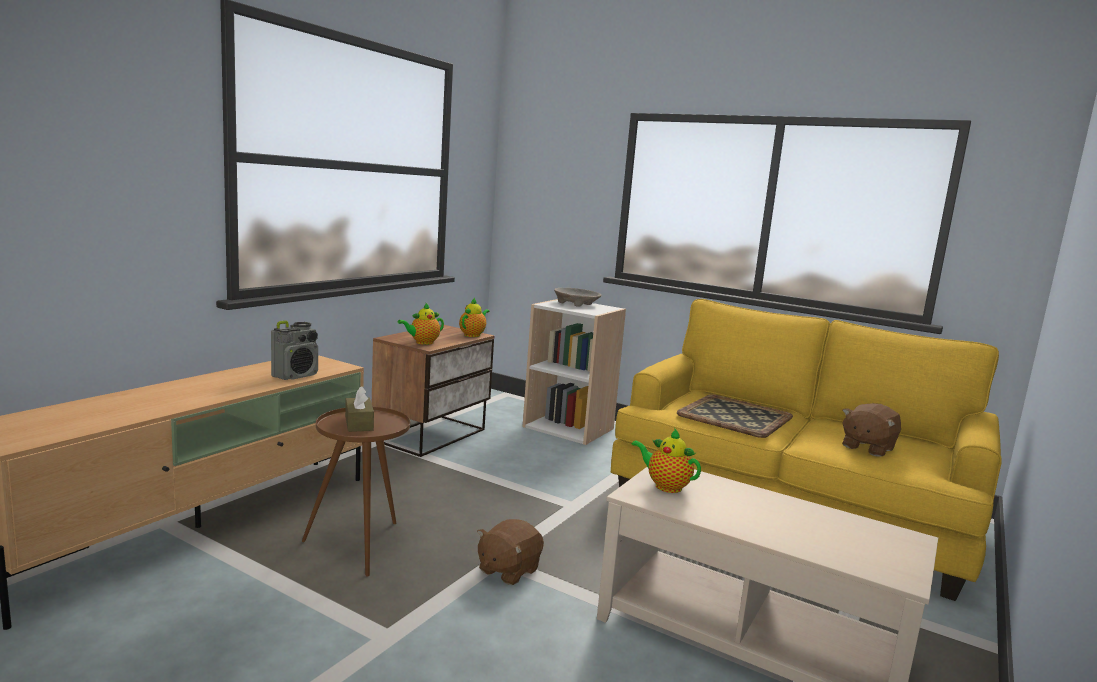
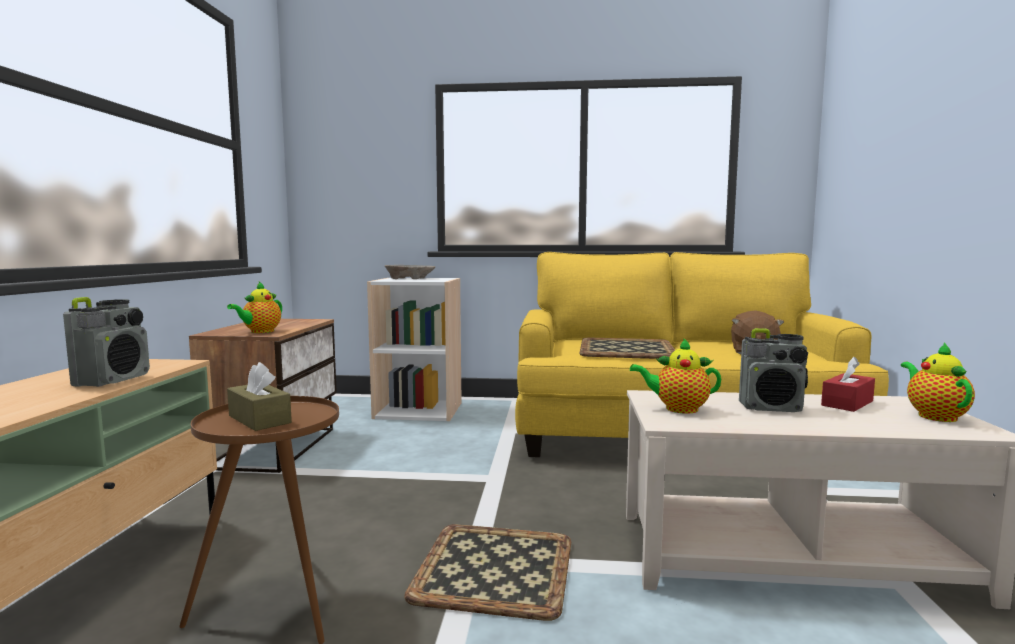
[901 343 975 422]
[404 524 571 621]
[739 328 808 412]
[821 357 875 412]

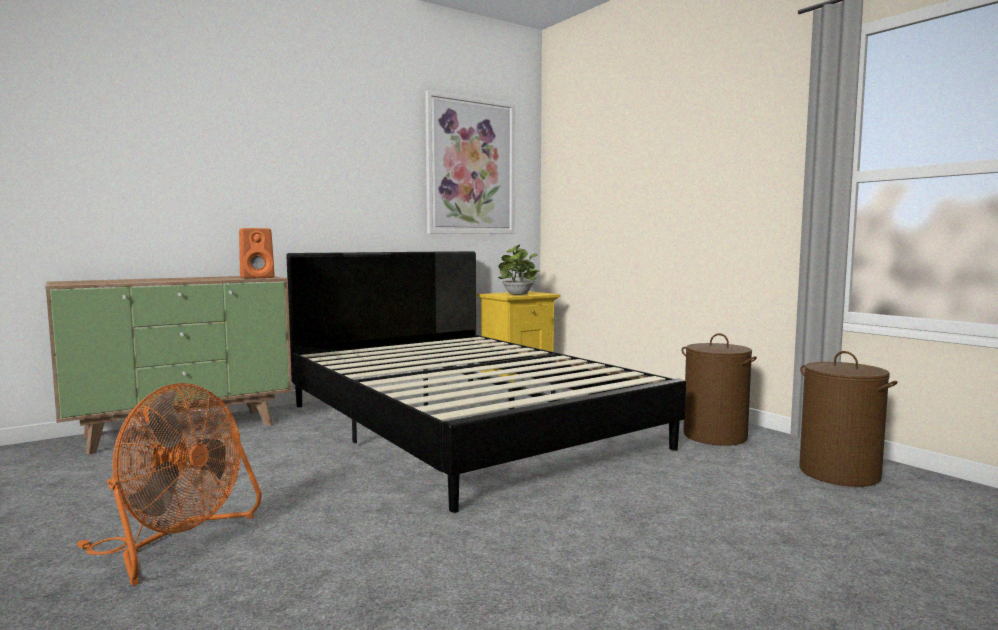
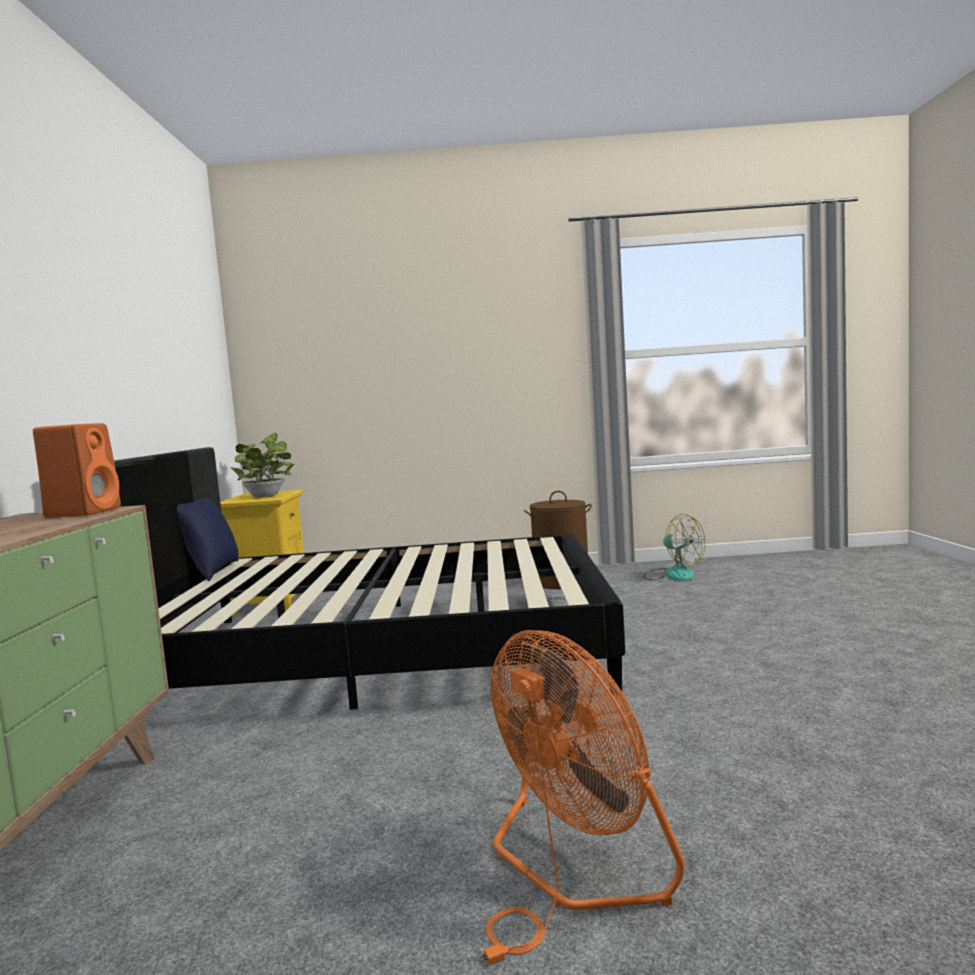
[425 91 515 234] (first image)
[643 514 705 581]
[177 497 238 581]

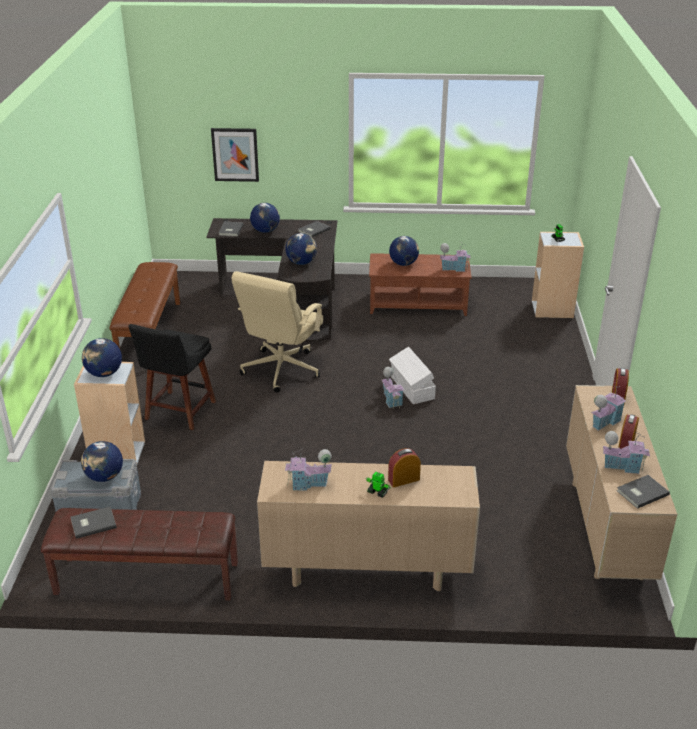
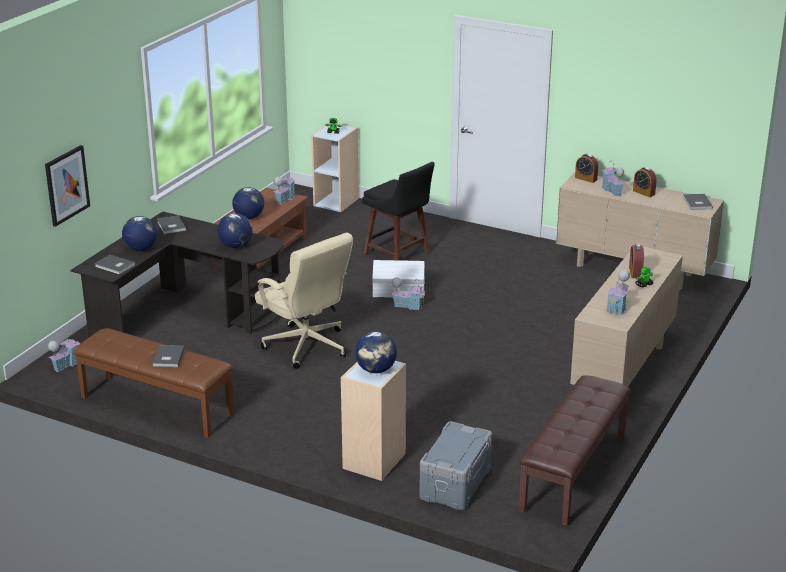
[362 162 435 260]
[48 332 80 372]
[81 441 123 482] (first image)
[152 345 185 367]

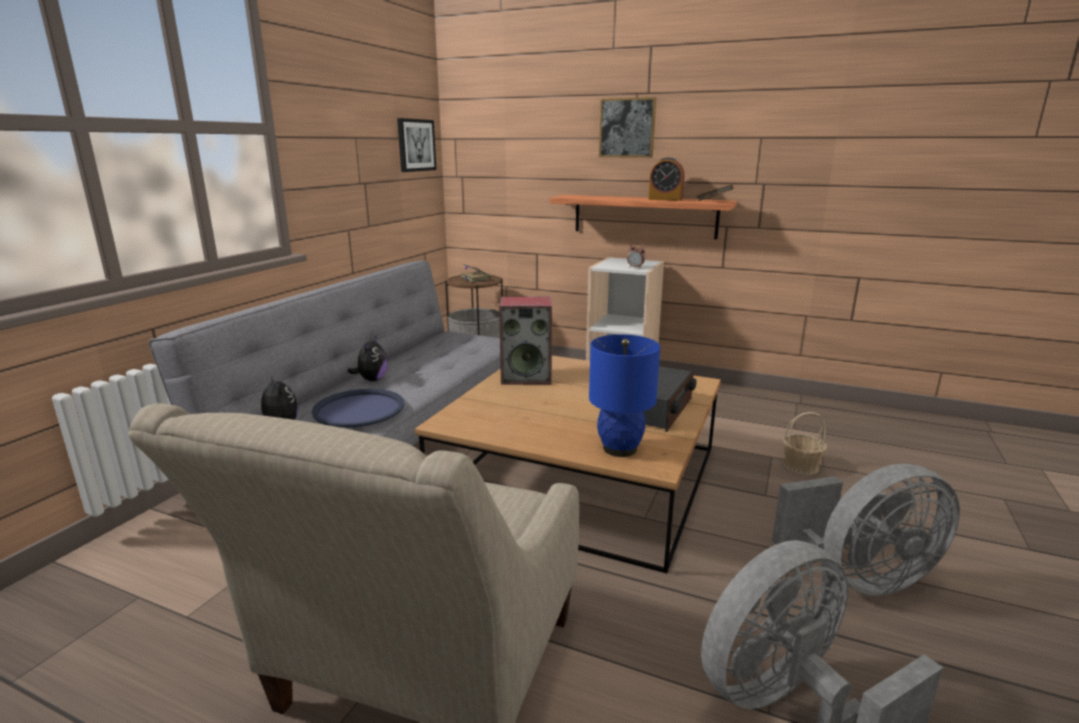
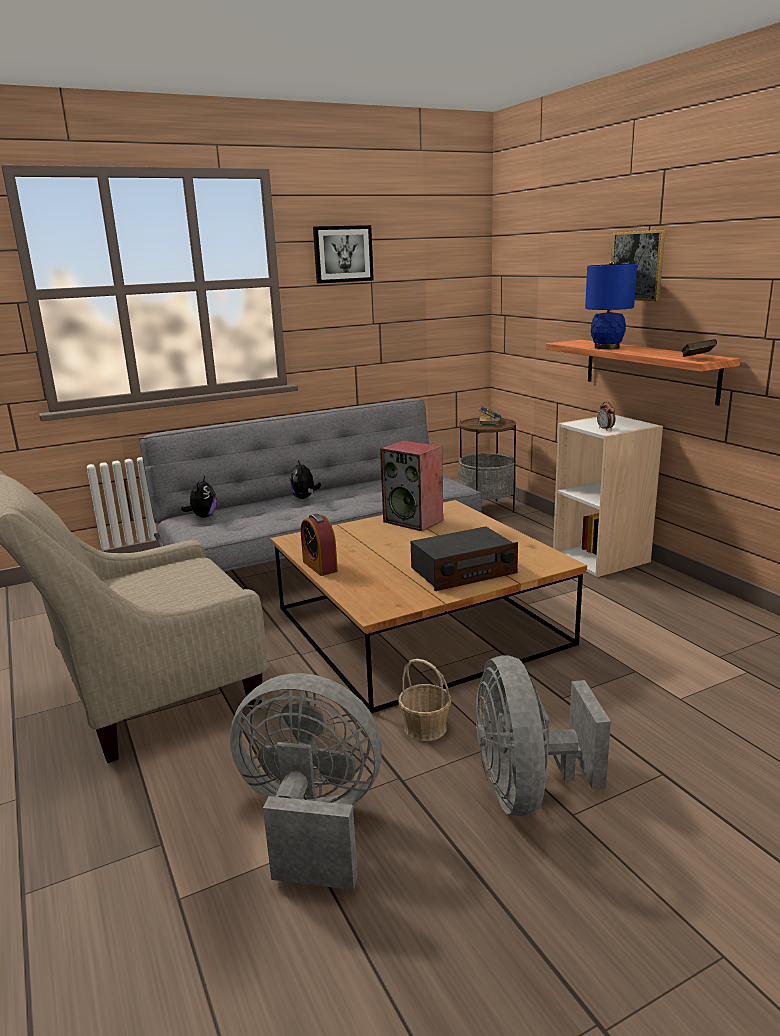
[313 225 374 284]
[301 514 338 576]
[585 261 637 349]
[290 460 321 499]
[312 389 404 428] (first image)
[399 659 451 741]
[476 655 611 816]

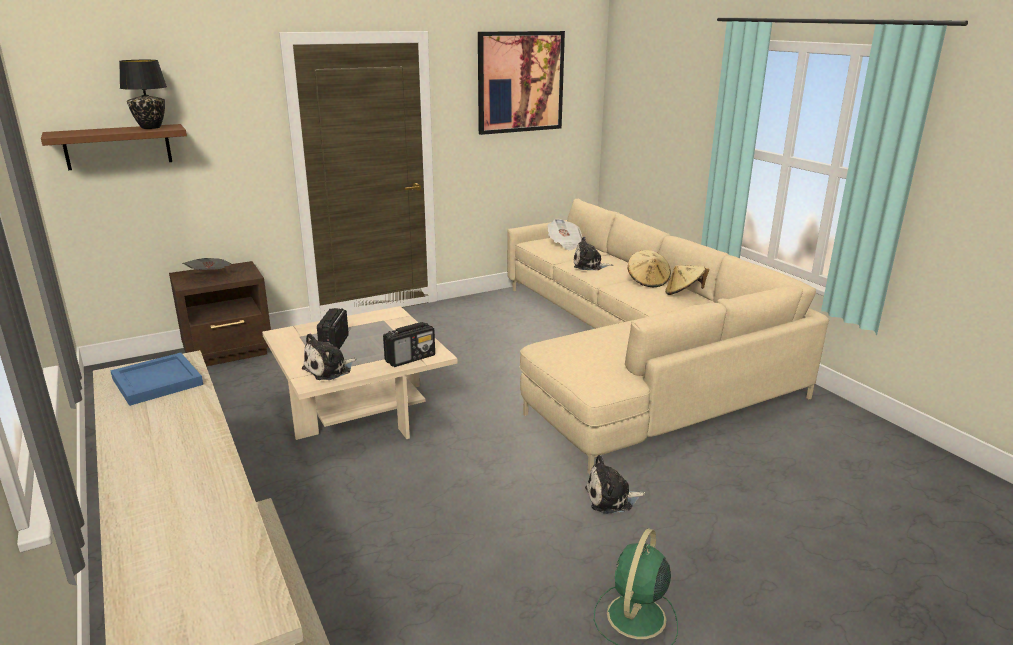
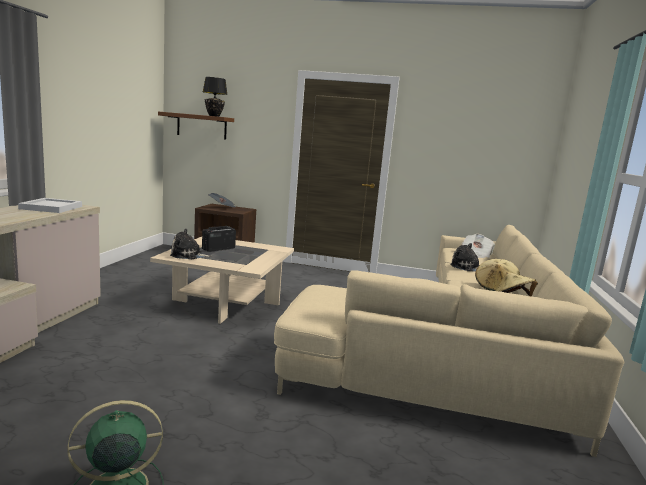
[478 31 565 135] (first image)
[383 322 435 367] (first image)
[18 198 82 213]
[585 455 645 514] (first image)

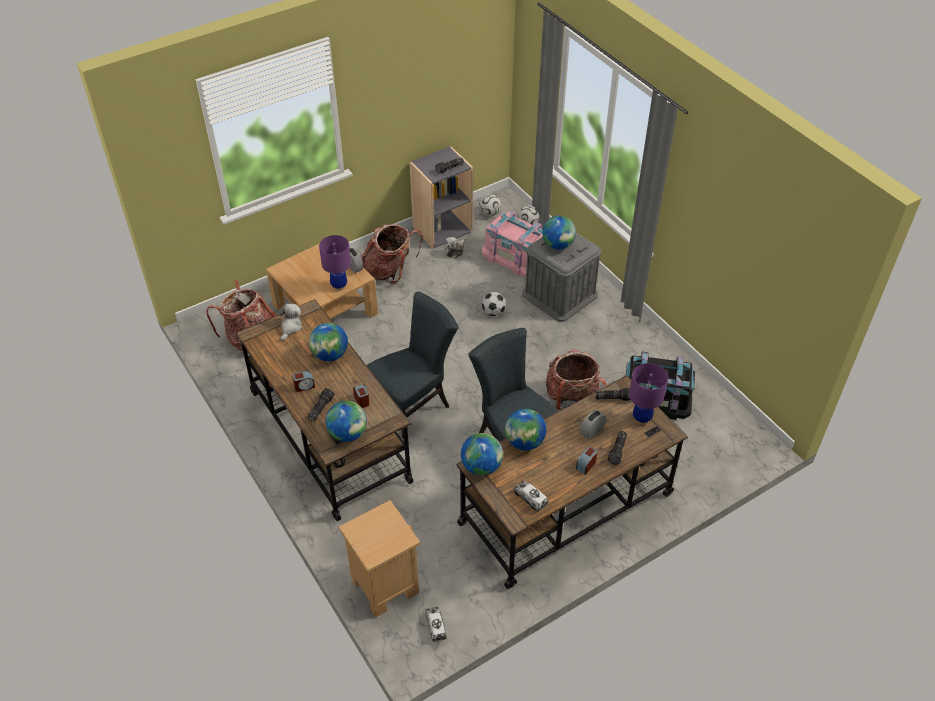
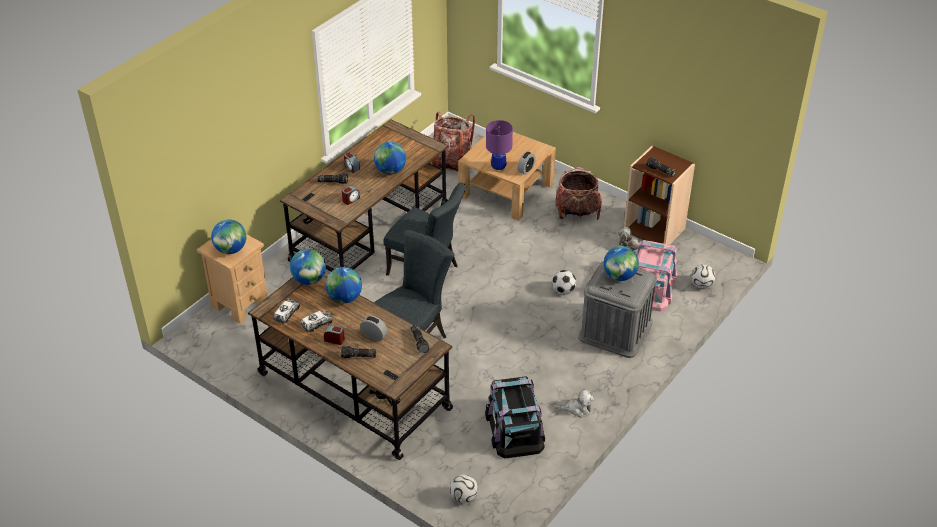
[624 146 695 245]
[450 475 478 504]
[557 389 594 418]
[546 348 607 409] (first image)
[629 363 668 425] (first image)
[211 219 246 254]
[301 311 333 333]

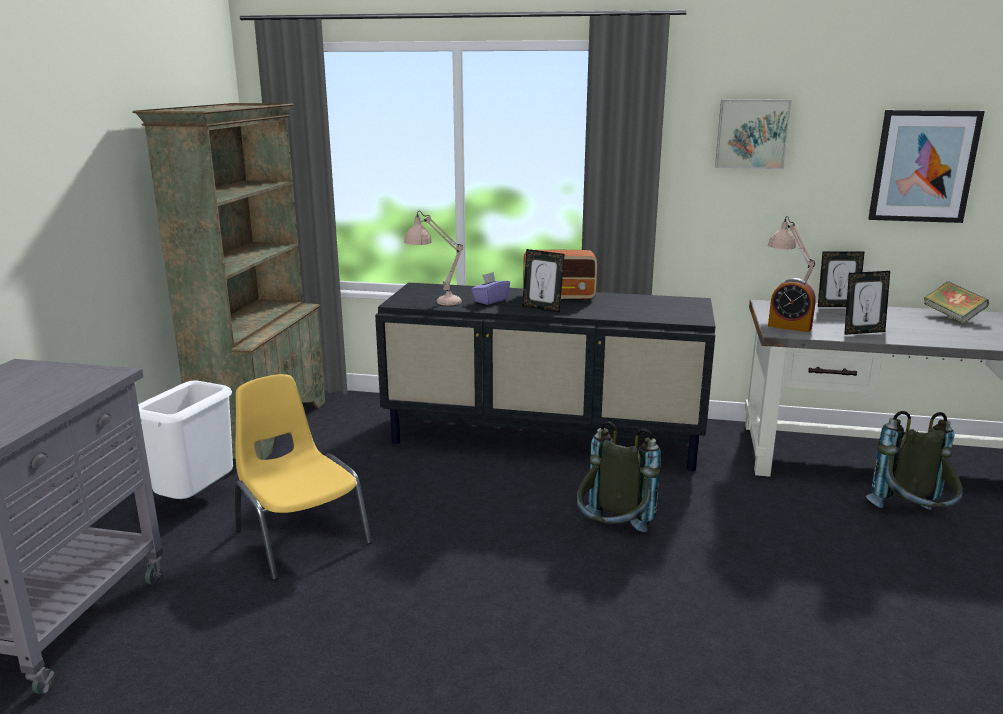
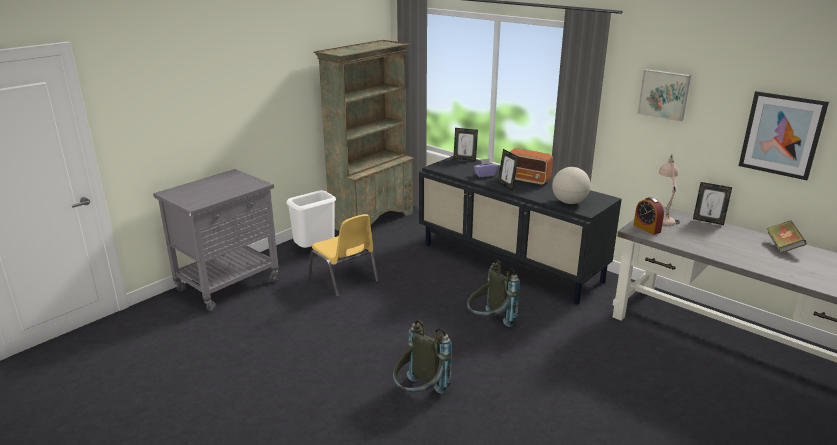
[404 211 463 305] (first image)
[453 128 478 161]
[308 214 379 297]
[393 320 452 394]
[552 167 591 204]

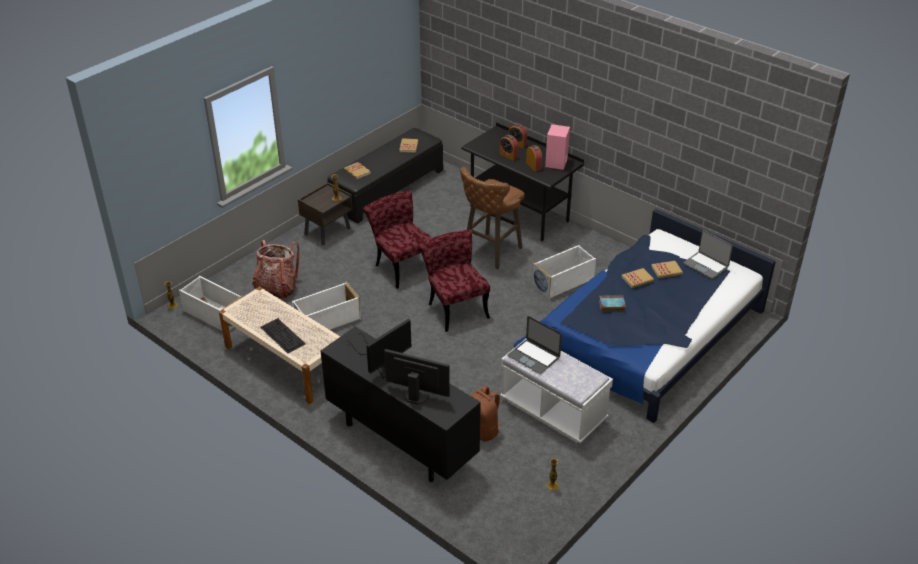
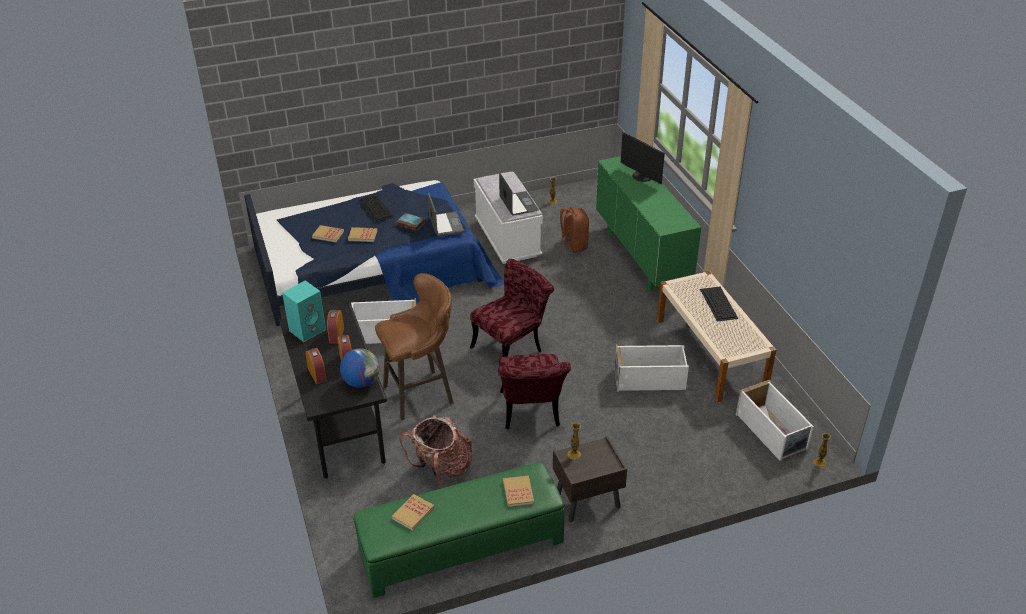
[282 280 326 342]
[354 462 565 598]
[470 259 554 357]
[428 193 464 237]
[400 415 472 488]
[347 319 412 378] (first image)
[596 156 701 291]
[358 194 394 222]
[340 348 380 388]

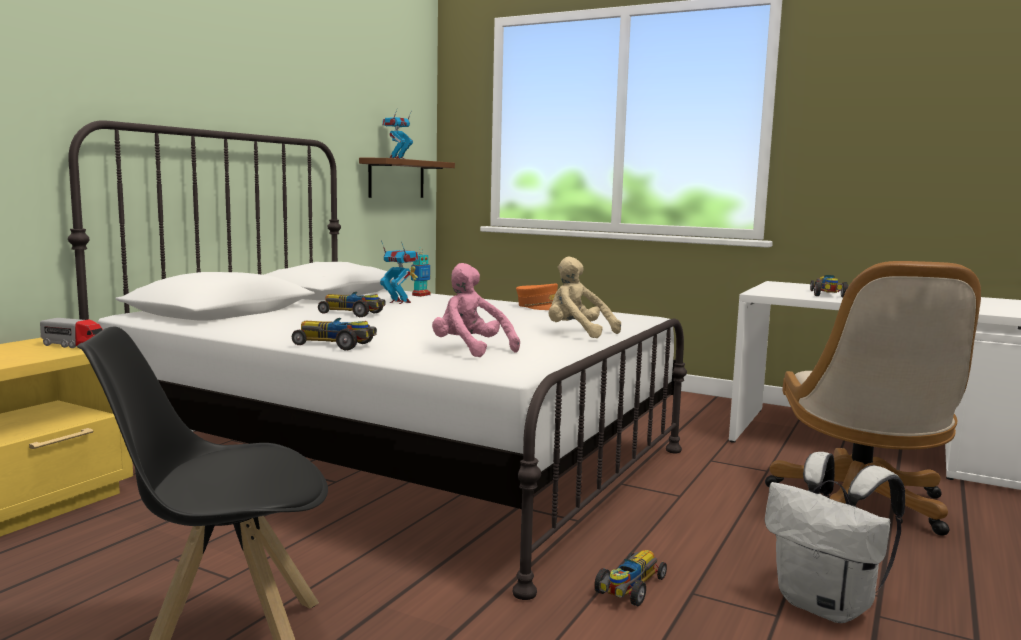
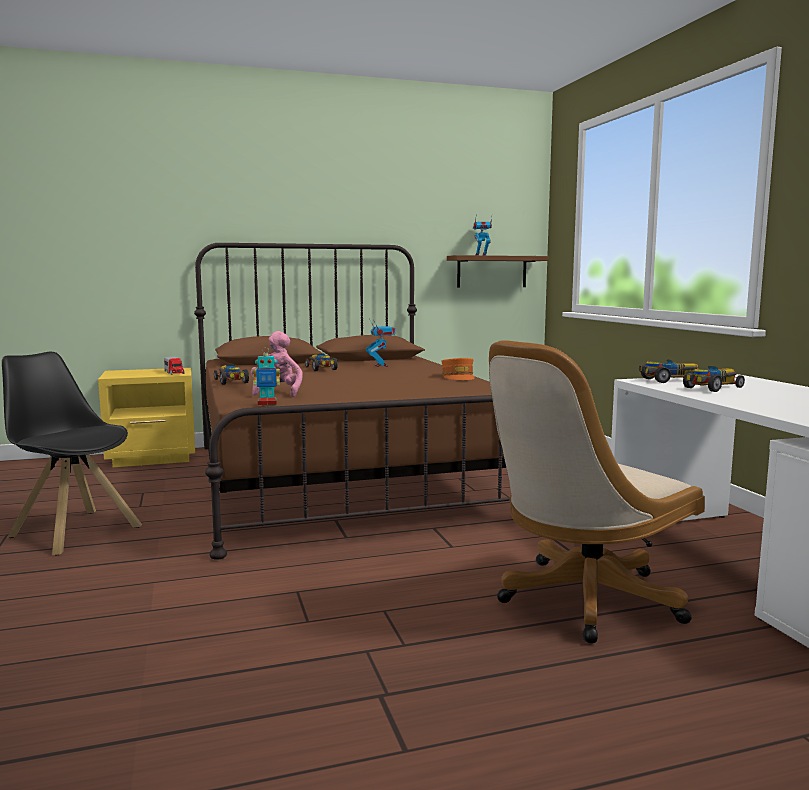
[194 243 510 560]
[253 347 280 405]
[548 257 621 338] (first image)
[765 452 905 623] (first image)
[639 360 698 383]

